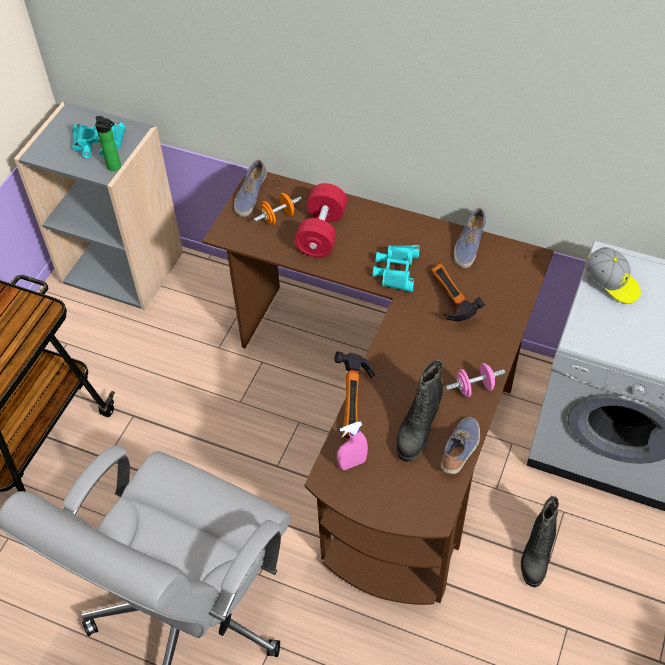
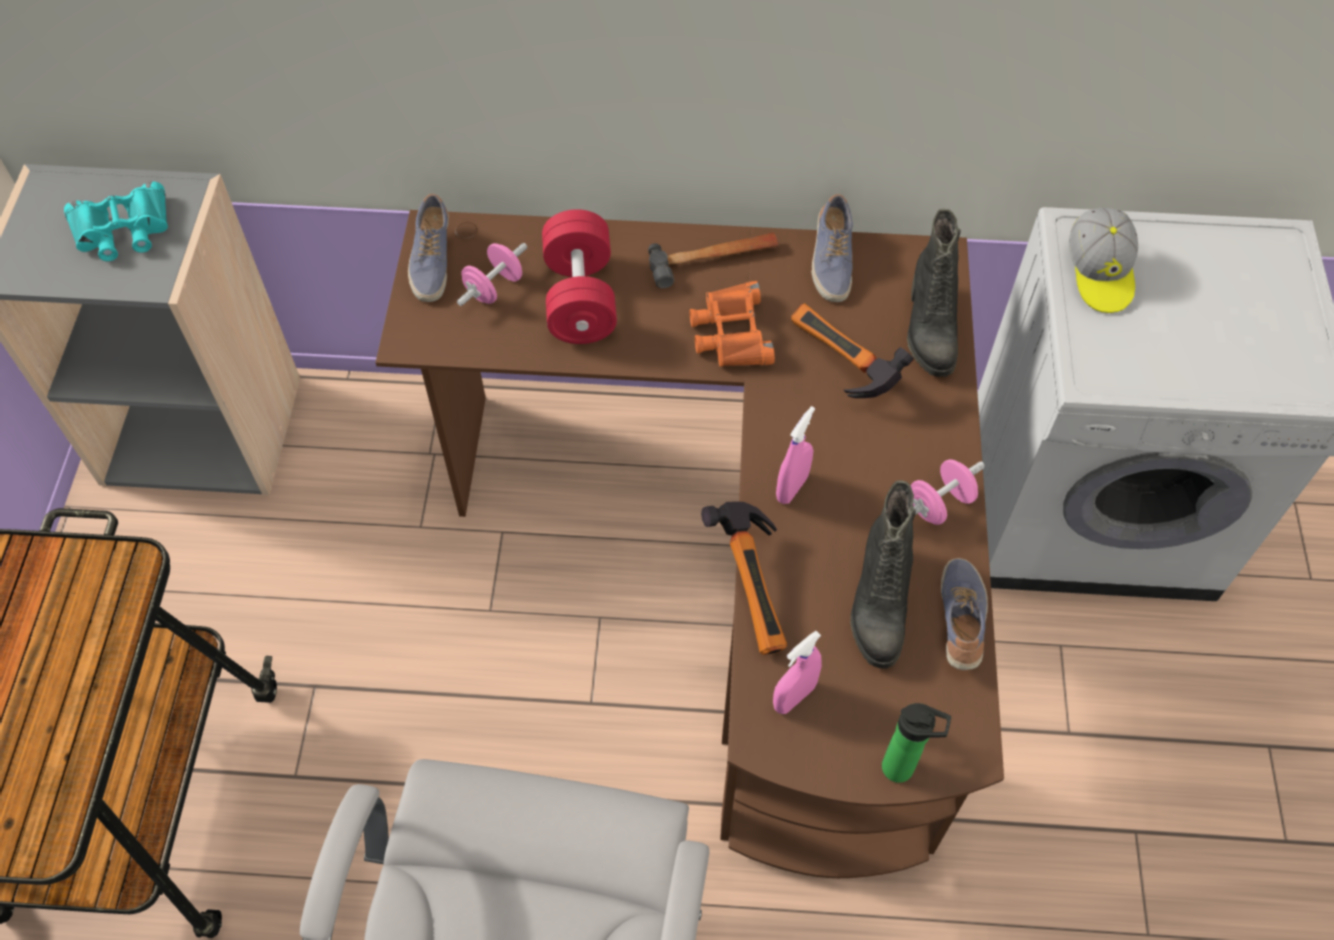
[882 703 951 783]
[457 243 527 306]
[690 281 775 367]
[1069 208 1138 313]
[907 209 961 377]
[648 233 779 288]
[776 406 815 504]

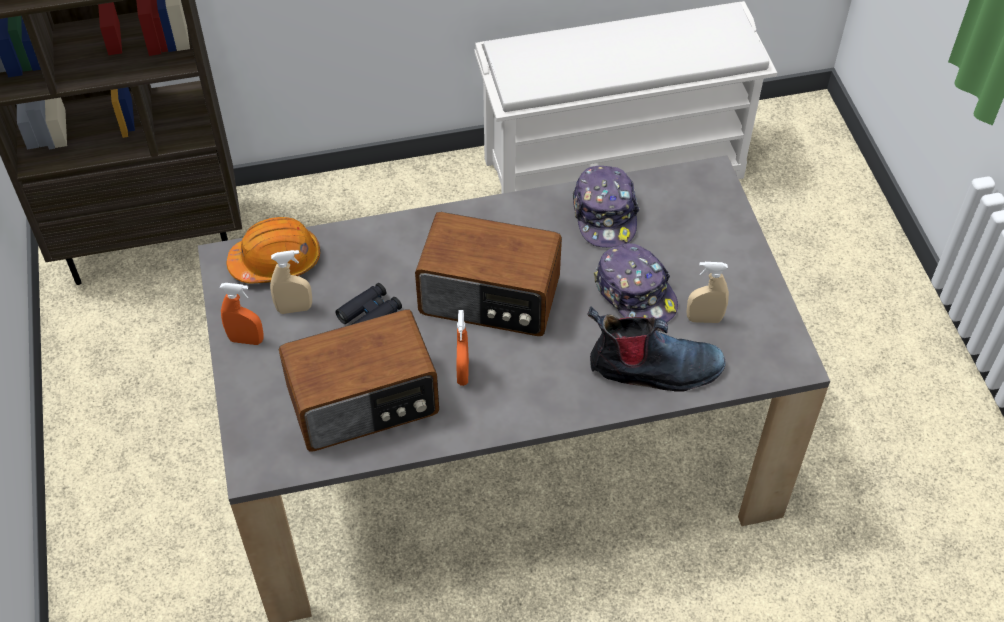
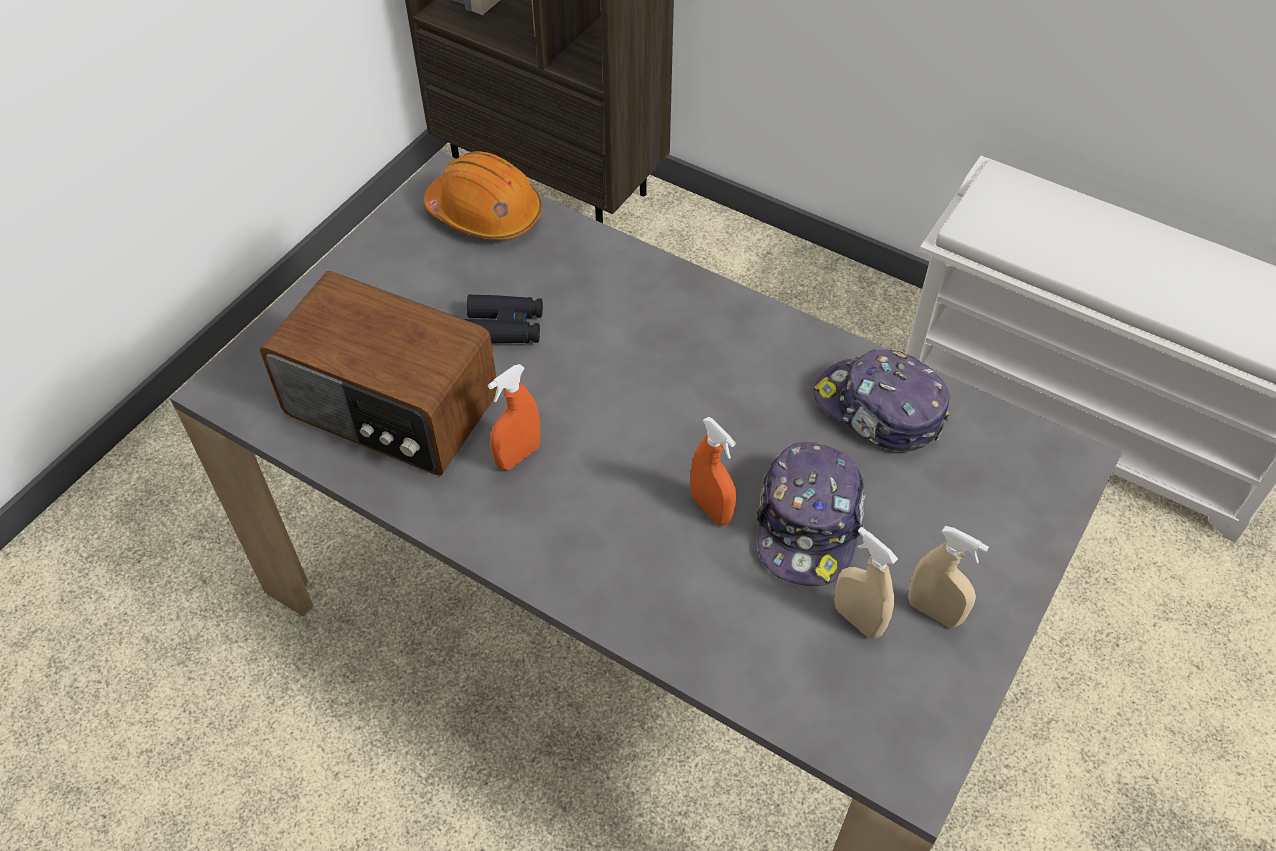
[813 349 950 451]
[415 212 562 336] (first image)
[908 526 989 628]
[691 417 736 526]
[587 307 726 392] (first image)

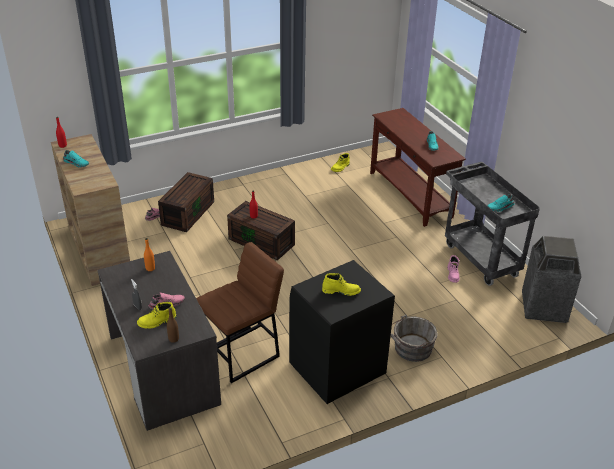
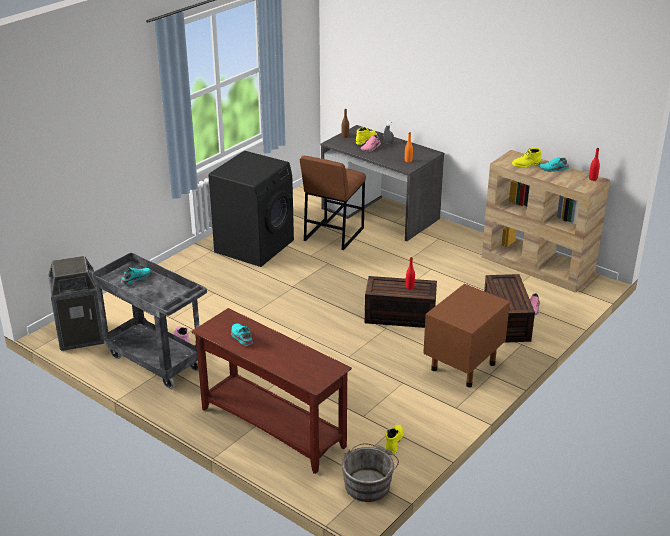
[512 148 542 168]
[342 443 399 502]
[423 284 510 387]

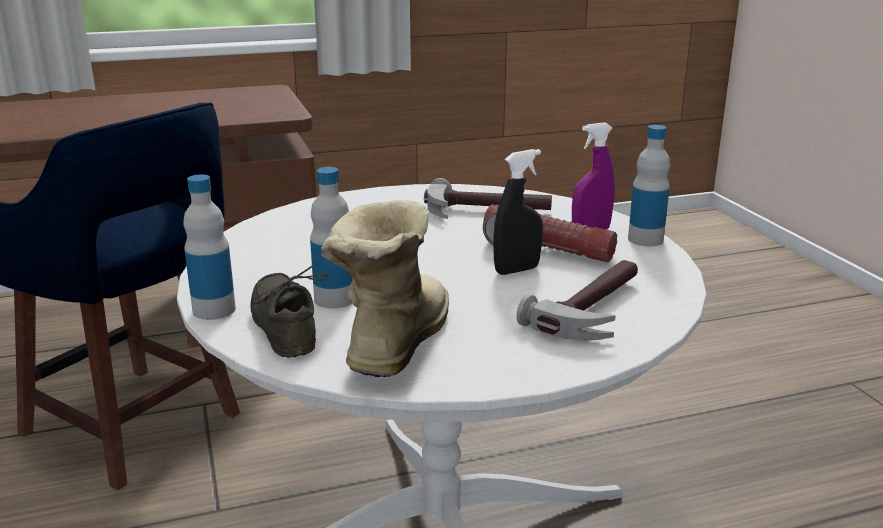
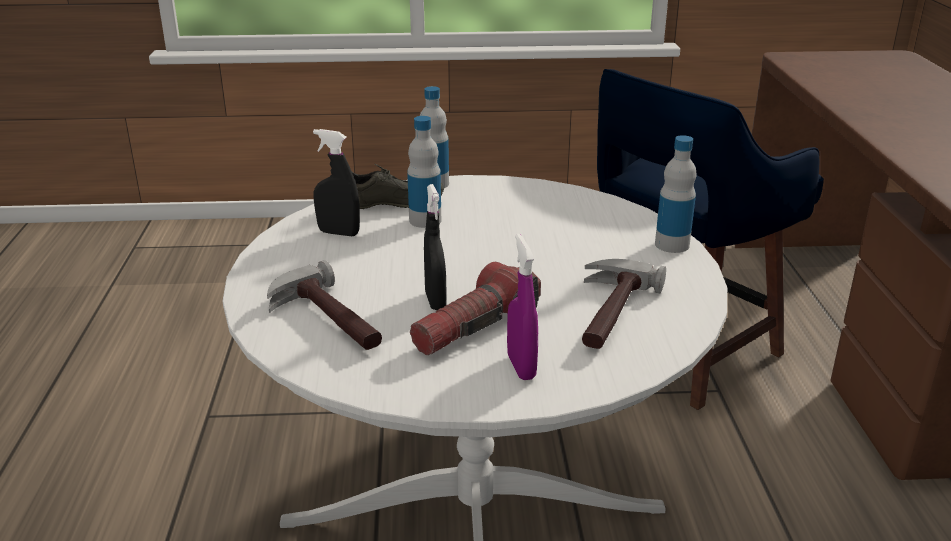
[655 135 697 253]
[313 129 360 236]

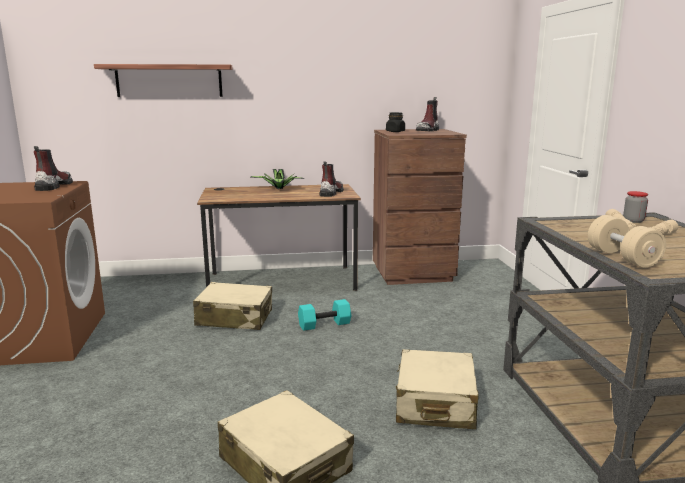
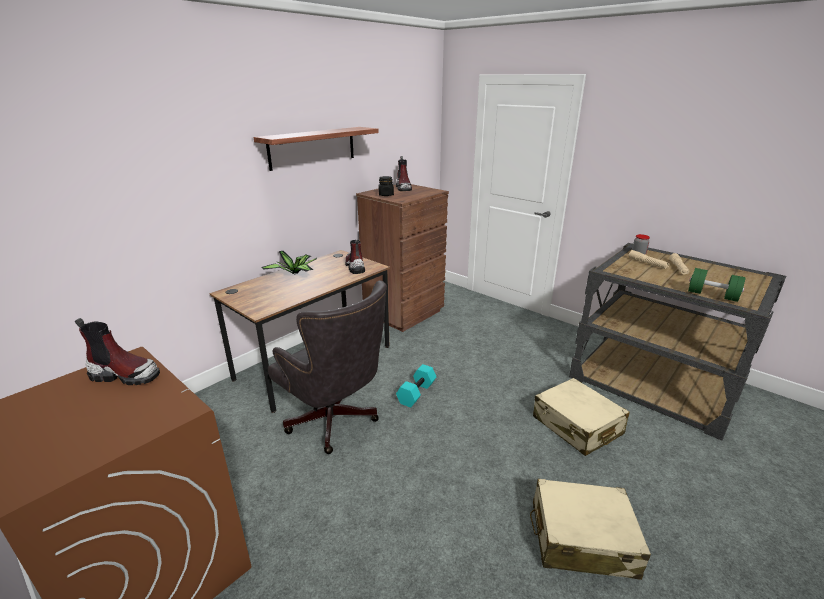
[253 127 379 171]
[74 318 160 385]
[688 268 745 302]
[268 280 387 454]

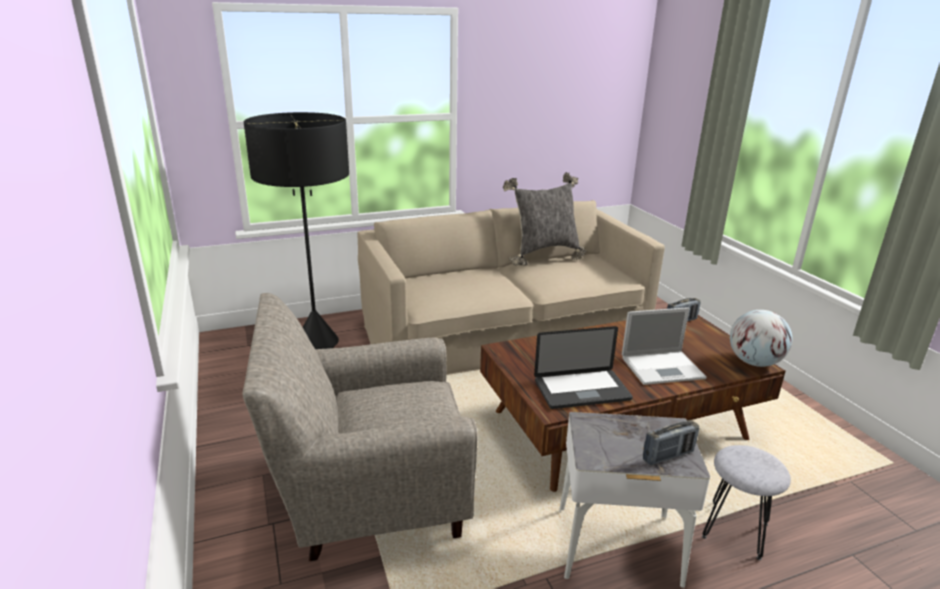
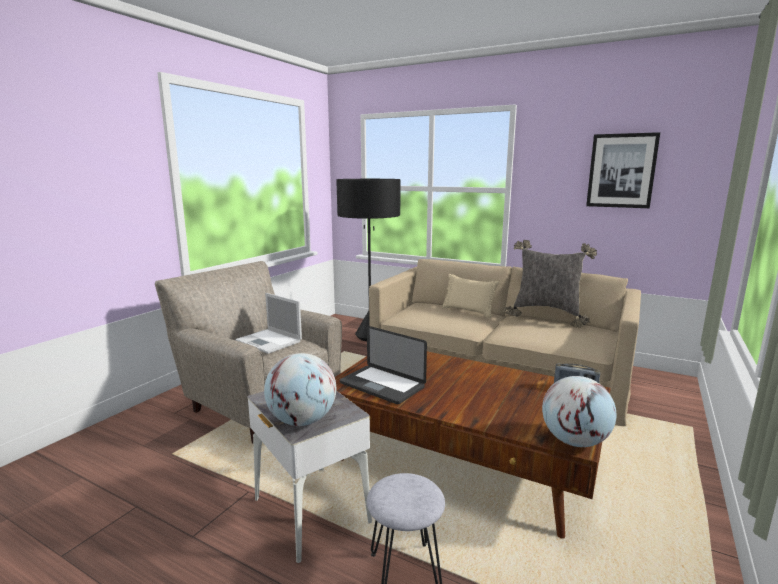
[235 293 302 354]
[264 353 336 426]
[586 132 660 208]
[442 274 499 318]

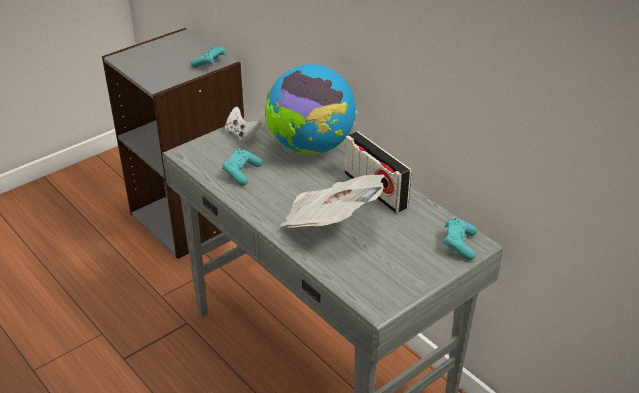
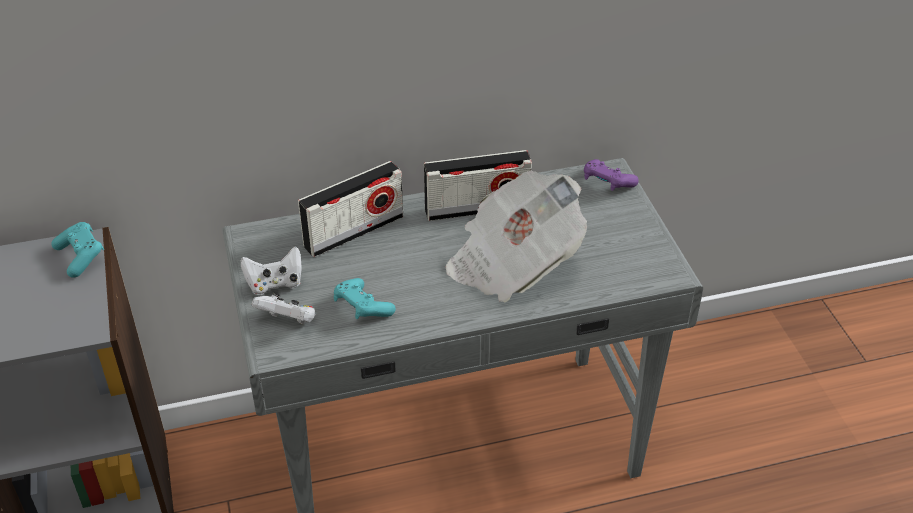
[298 161 403 257]
[584 159 639 191]
[252 292 316 325]

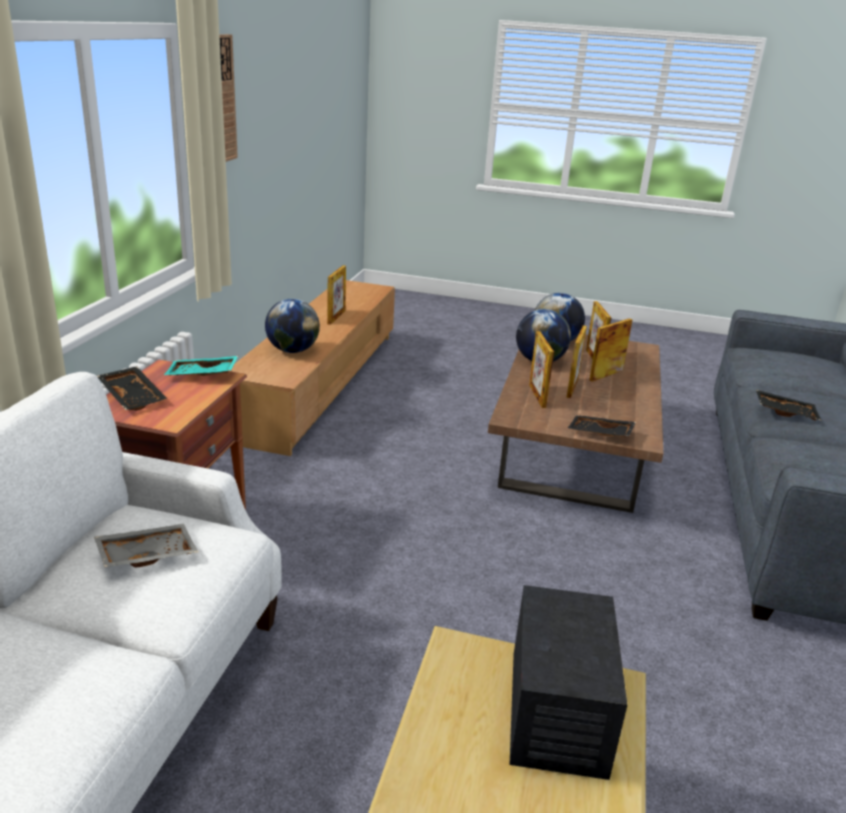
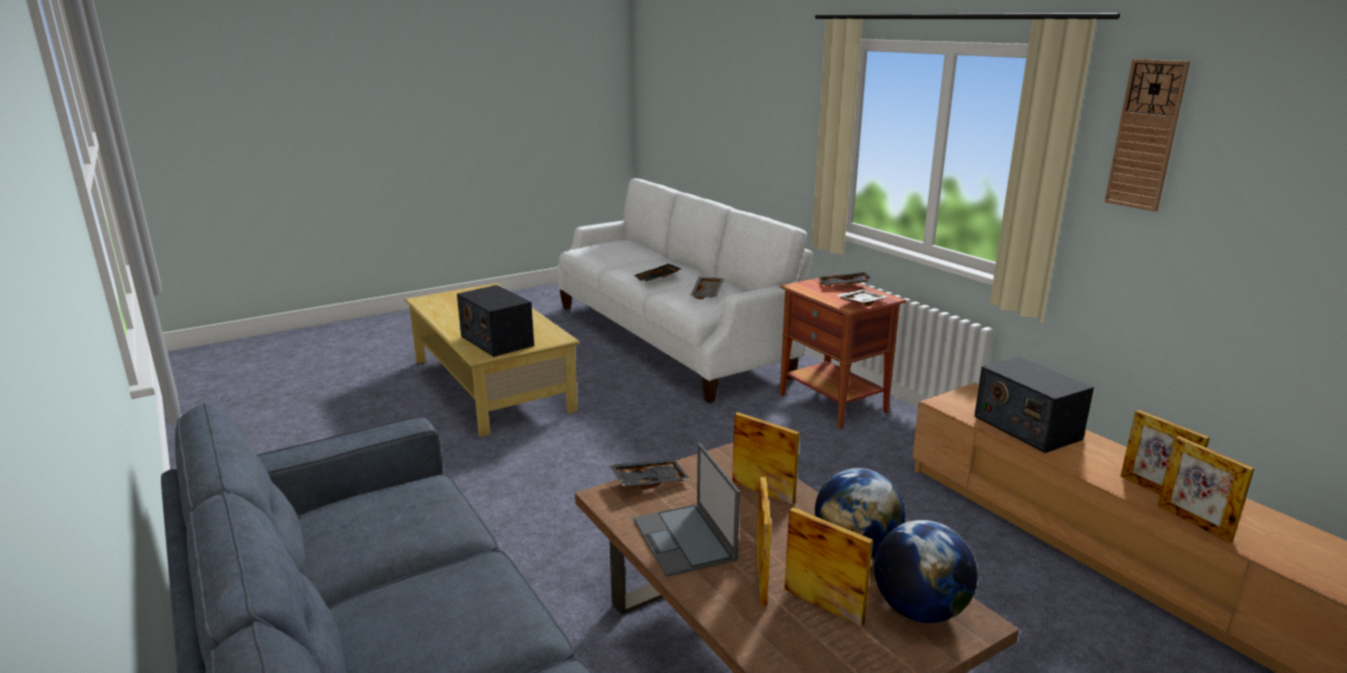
[974 356 1094 453]
[1157 436 1255 543]
[836 290 888 306]
[633 264 681 281]
[633 443 740 577]

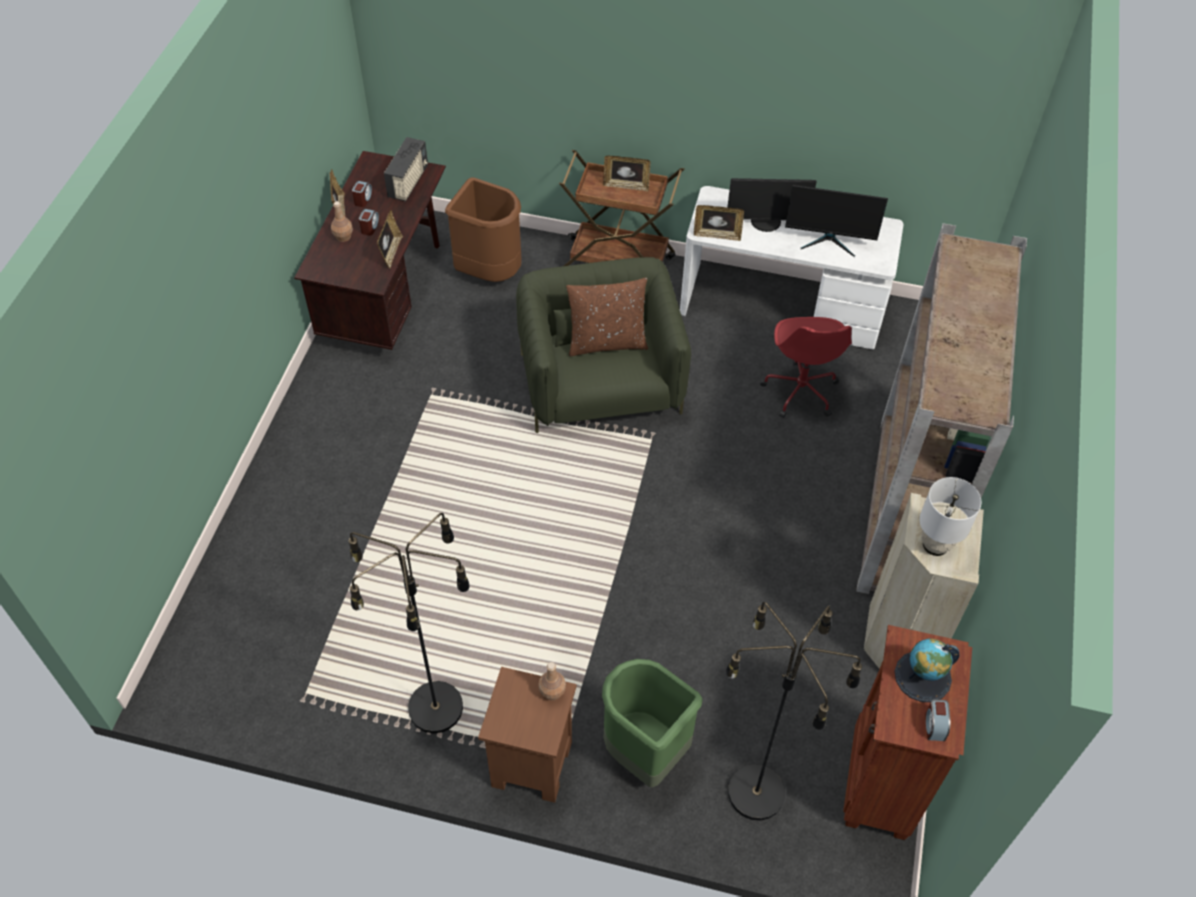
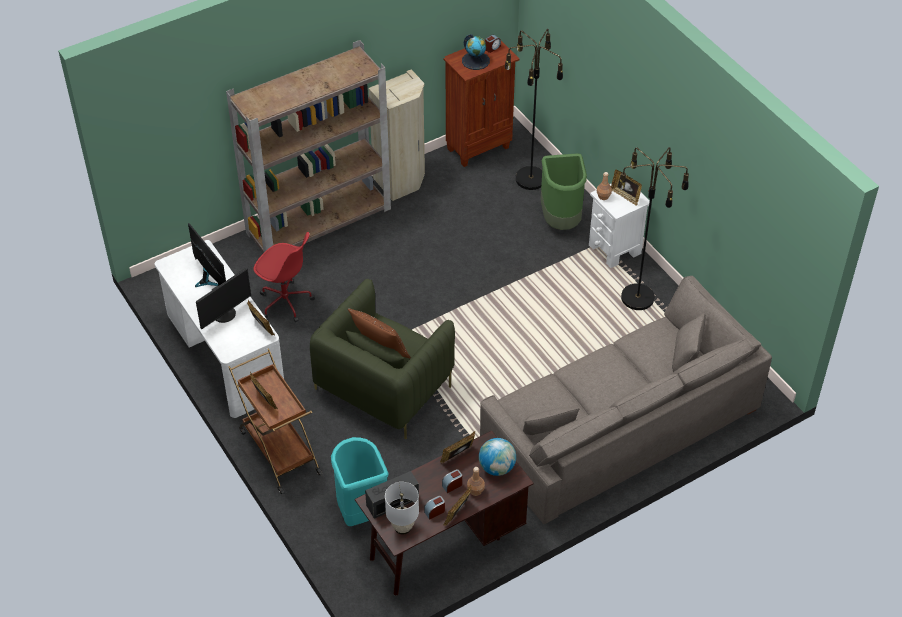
[331 437 389 526]
[196 268 251 329]
[253 232 315 322]
[385 482 419 535]
[589 183 650 268]
[611 170 642 206]
[480 276 772 524]
[479 438 516 476]

